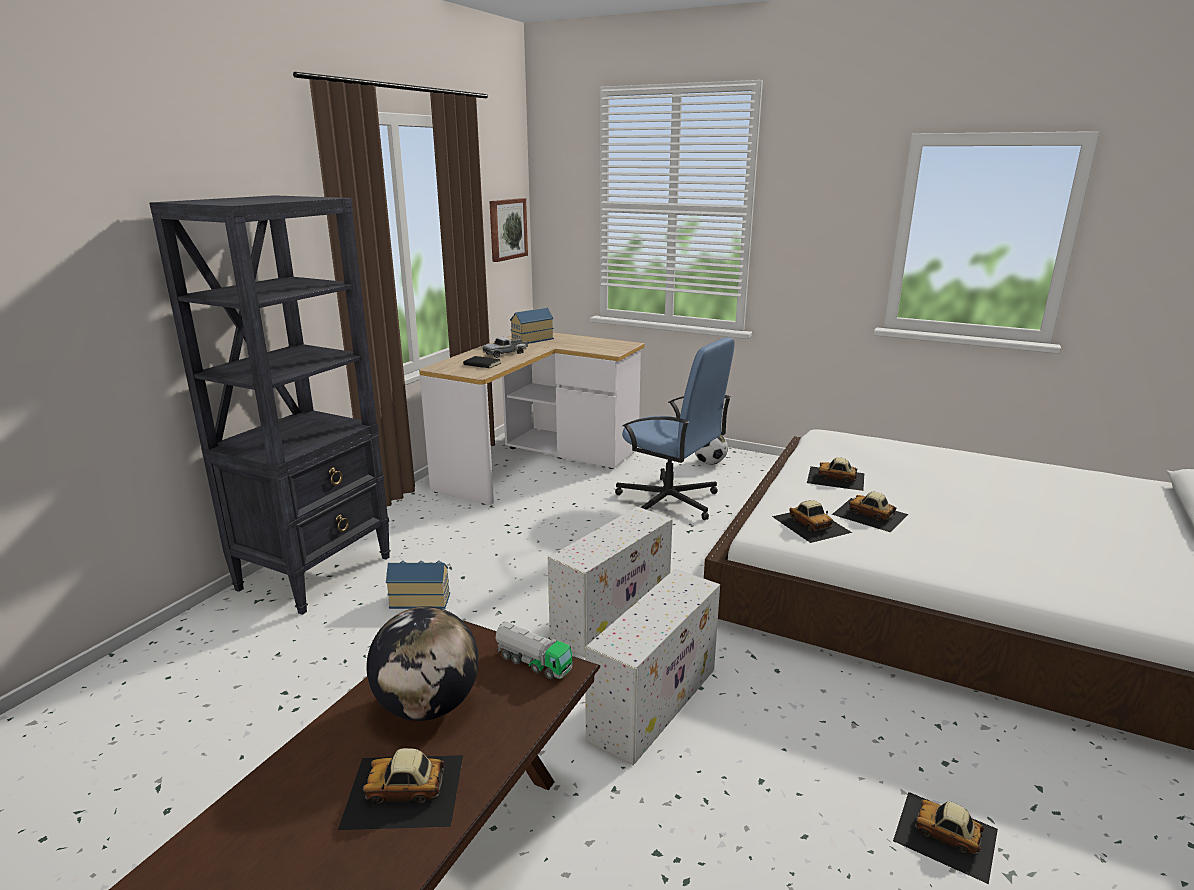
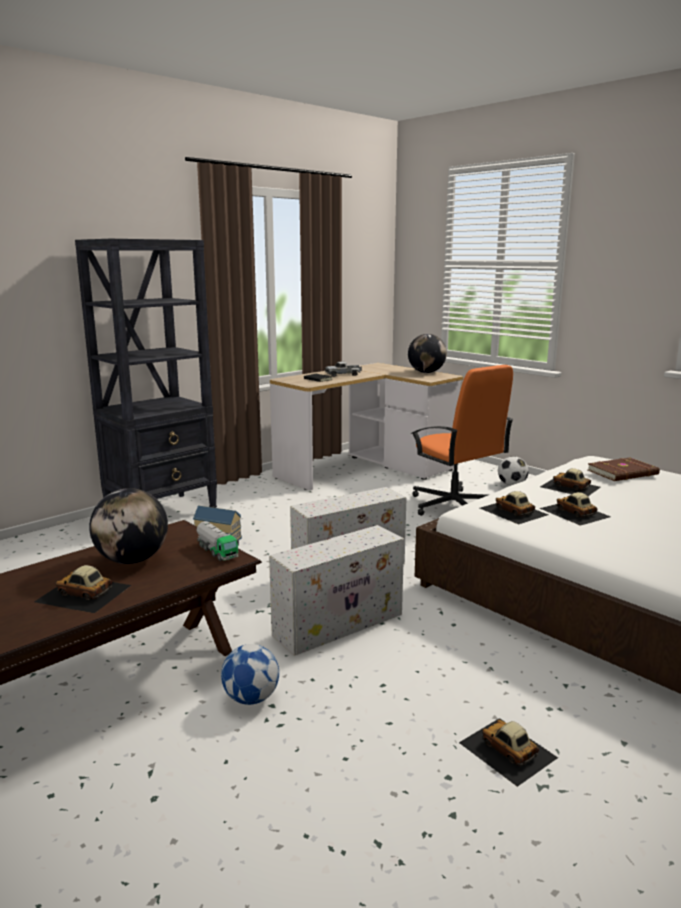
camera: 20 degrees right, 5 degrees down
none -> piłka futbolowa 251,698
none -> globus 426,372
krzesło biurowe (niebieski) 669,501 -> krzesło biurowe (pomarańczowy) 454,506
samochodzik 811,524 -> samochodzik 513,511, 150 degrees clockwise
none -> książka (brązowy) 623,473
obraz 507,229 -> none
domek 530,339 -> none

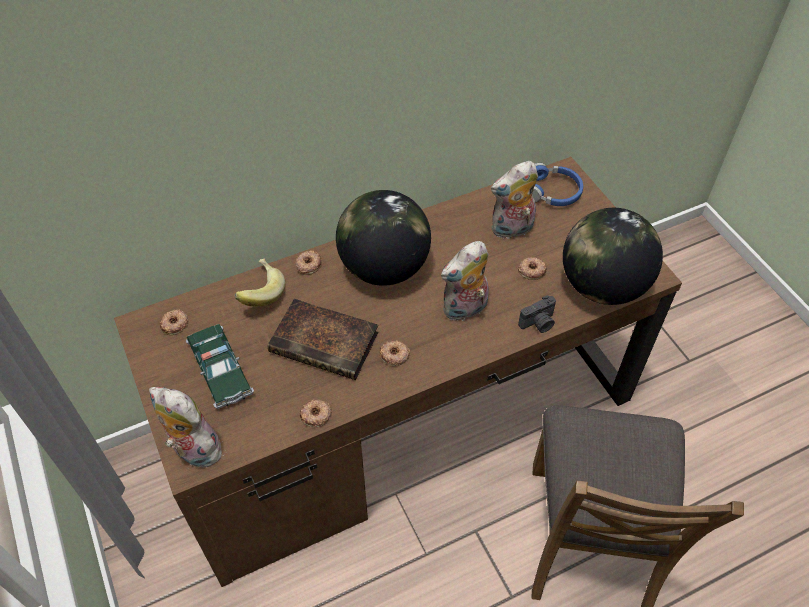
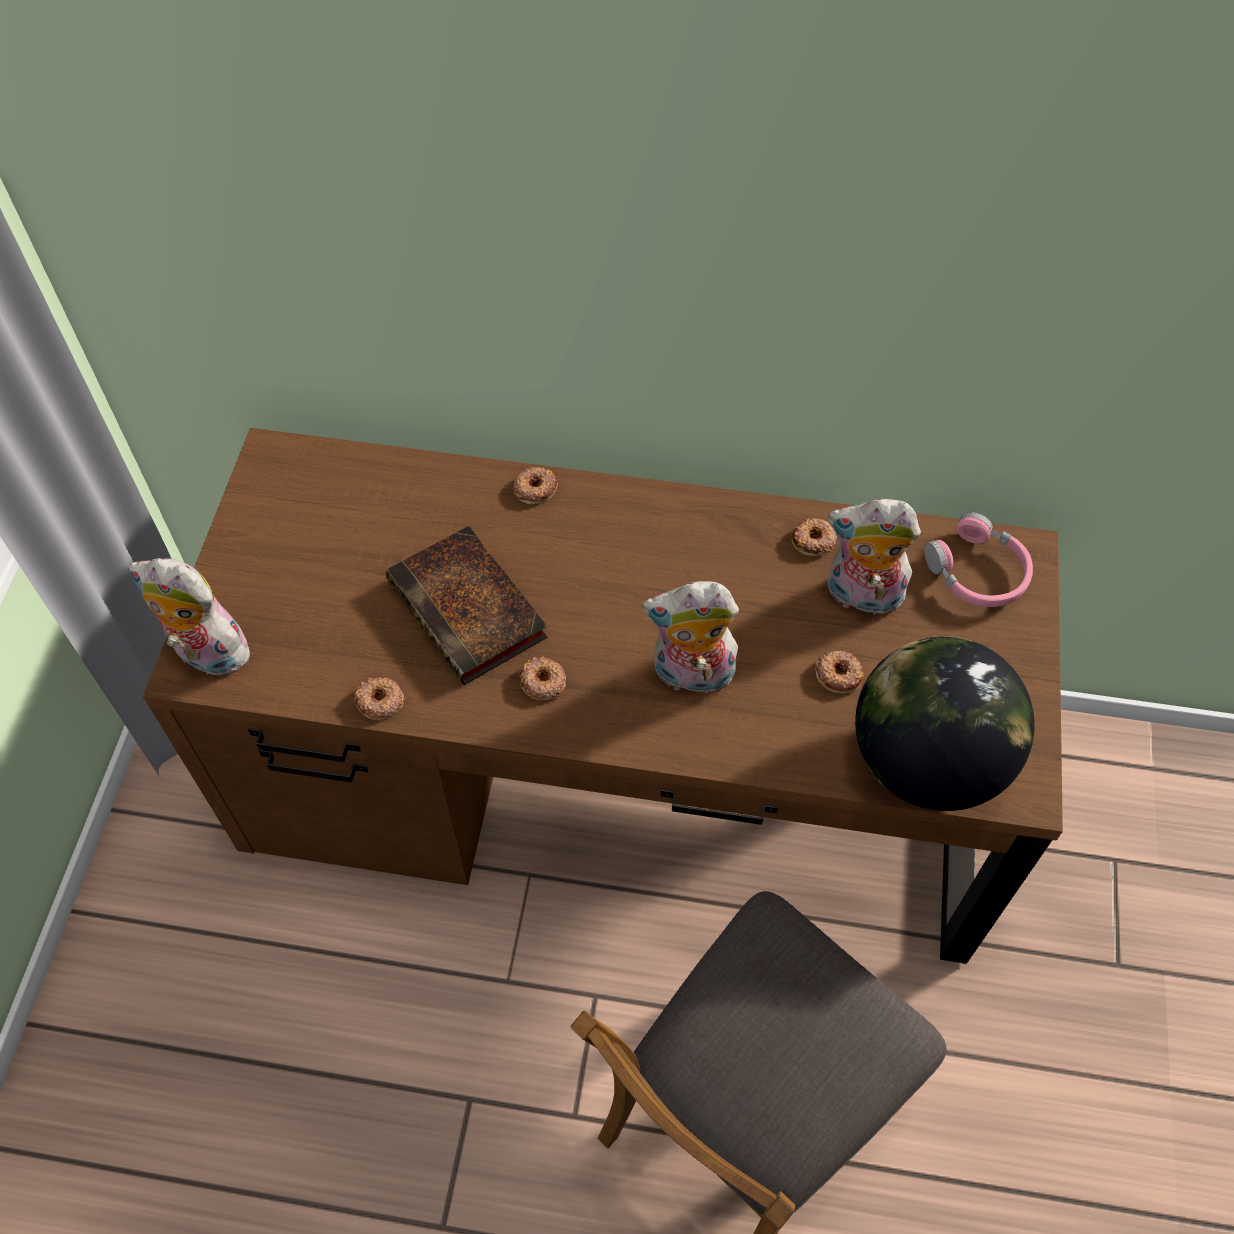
camera: 35 degrees right, 5 degrees up
pluszak 193,450 -> pluszak 206,654, 45 degrees counterclockwise
donut 175,324 -> donut 814,540, relocated
słuchawki (niebieski) 553,192 -> słuchawki (różowy) 977,572
samochodzik 220,371 -> none
banan 259,293 -> none
globus 384,268 -> none
aparat fotograficzny 538,323 -> none

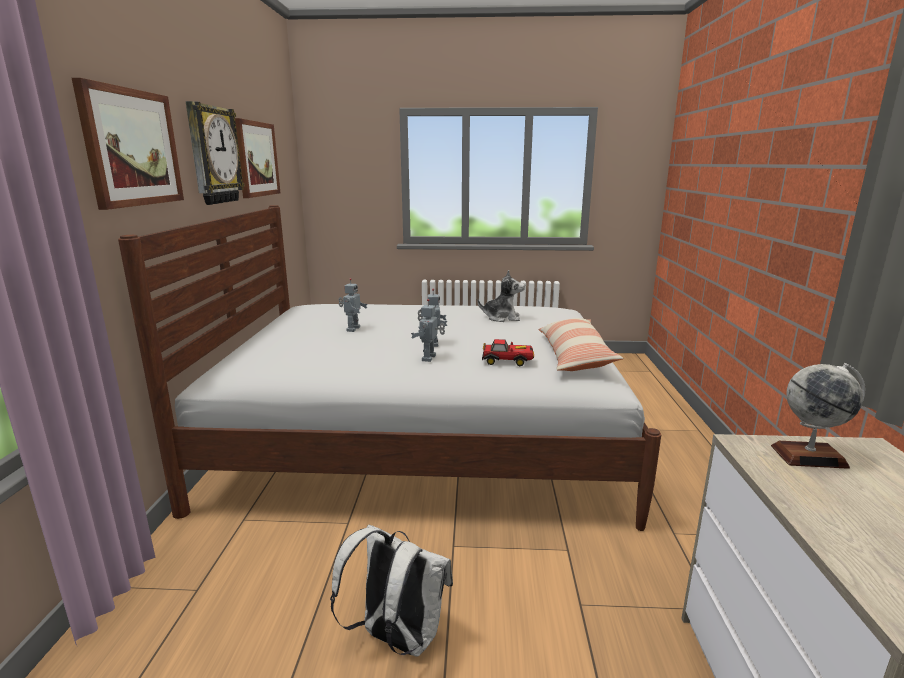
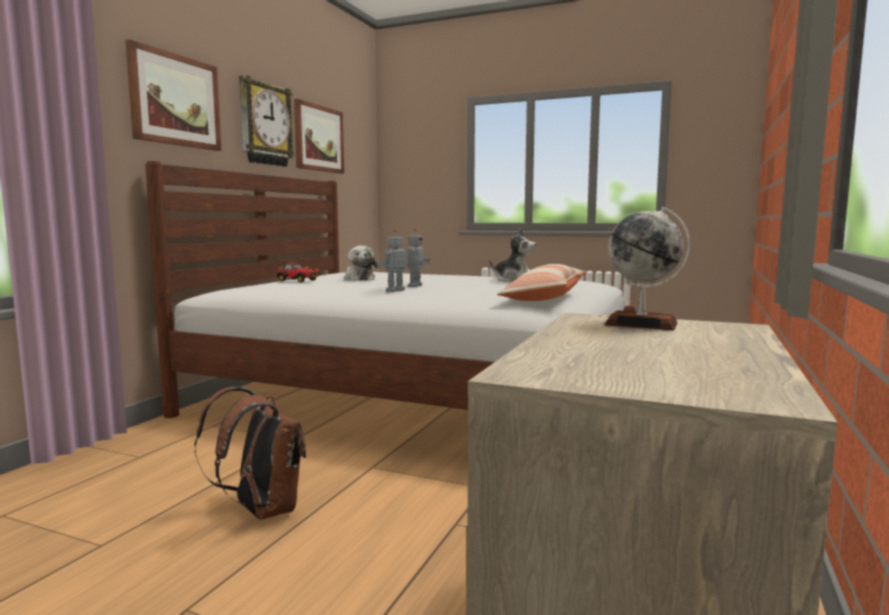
camera: 20 degrees right, 10 degrees down
plecak (biały) 396,638 -> plecak (brązowy) 261,510
samochodzik 507,361 -> samochodzik 299,281, relocated
robot zabawkowy 352,329 -> pluszak 358,278

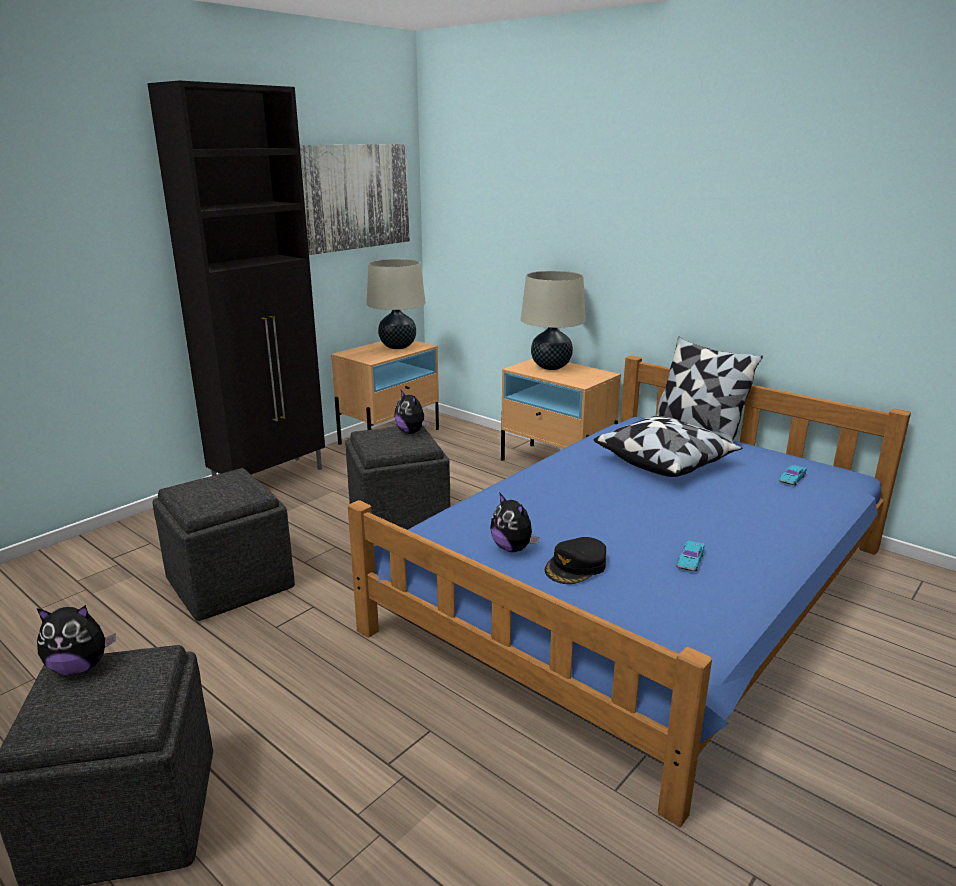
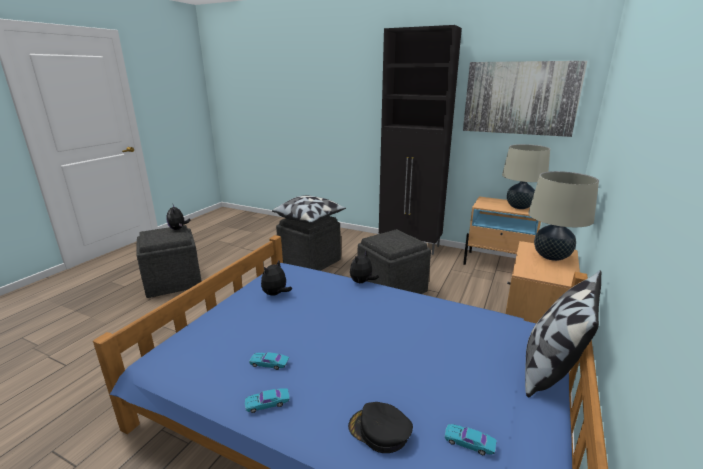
camera: 75 degrees right, 0 degrees up
none -> samochodzik (turkusowy) 267,403
poduszka 665,462 -> poduszka 310,219, relocated
czapka z daszkiem (czarny) 576,567 -> czapka z daszkiem (czarny) 379,431, relocated
pluszak 411,432 -> pluszak 362,282, relocated

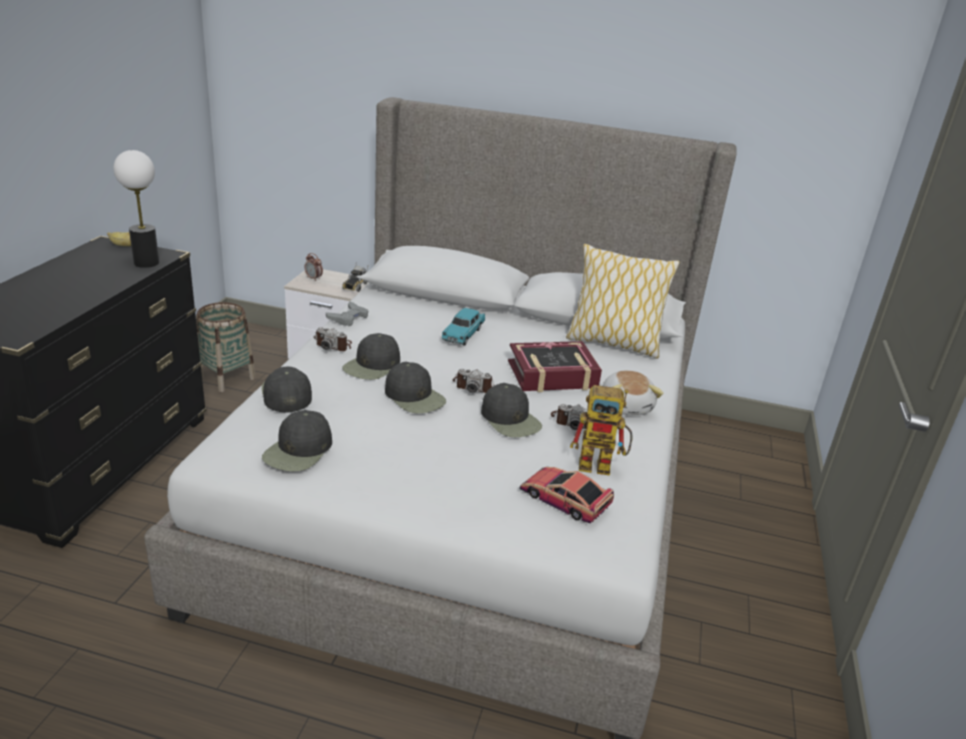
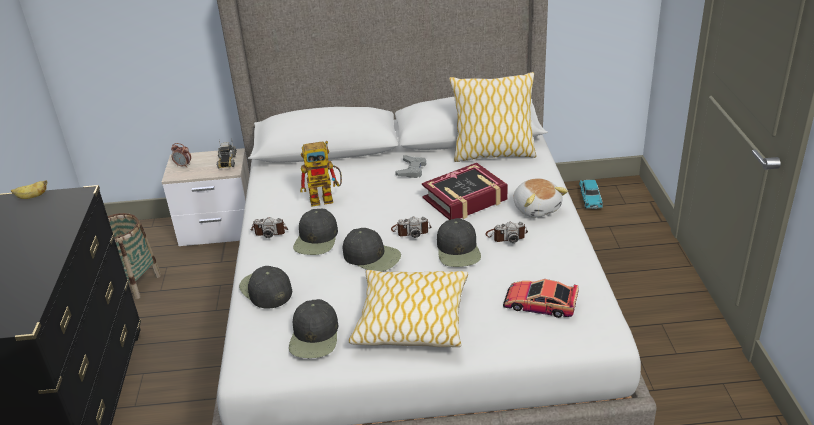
camera: 15 degrees left, 5 degrees up
robot zabawkowy 602,465 -> robot zabawkowy 326,198, relocated
none -> poduszka 411,320
pad do gier (szary) 348,318 -> pad do gier (szary) 411,170, relocated
czapka z daszkiem (czarny) 511,419 -> czapka z daszkiem (czarny) 458,250, 45 degrees clockwise
samochodzik (turkusowy) 463,334 -> samochodzik (turkusowy) 590,199, relocated
lampa stołowa 146,263 -> none

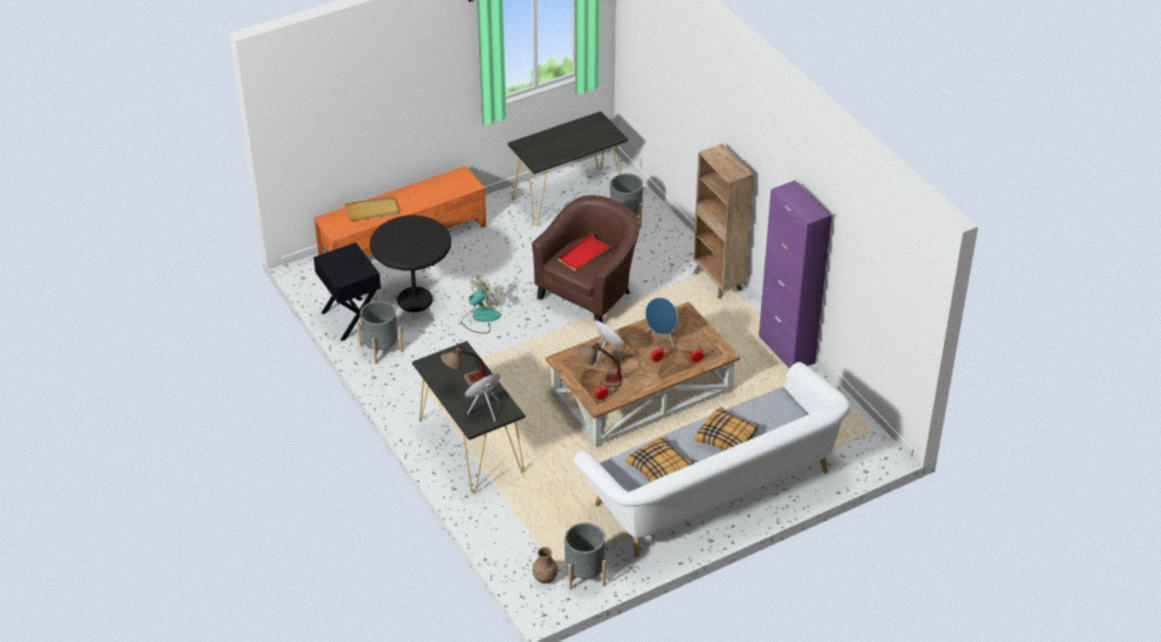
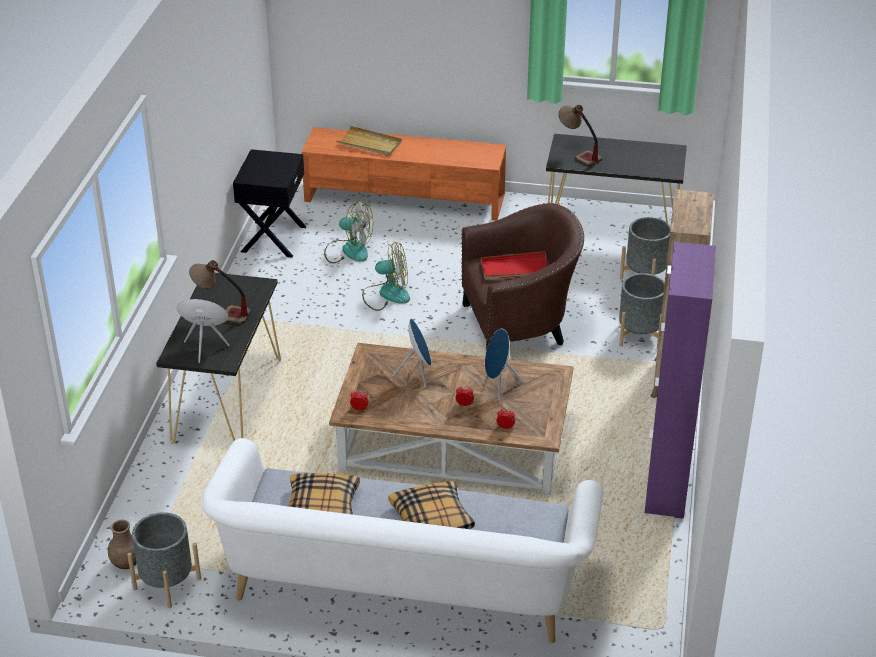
camera: 40 degrees right, 5 degrees down
stolik (czarny) 415,300 -> wentylator 348,250
lampa stołowa 599,380 -> lampa stołowa 578,154, relocated
donica (szary) 381,348 -> donica (szary) 639,335, relocated

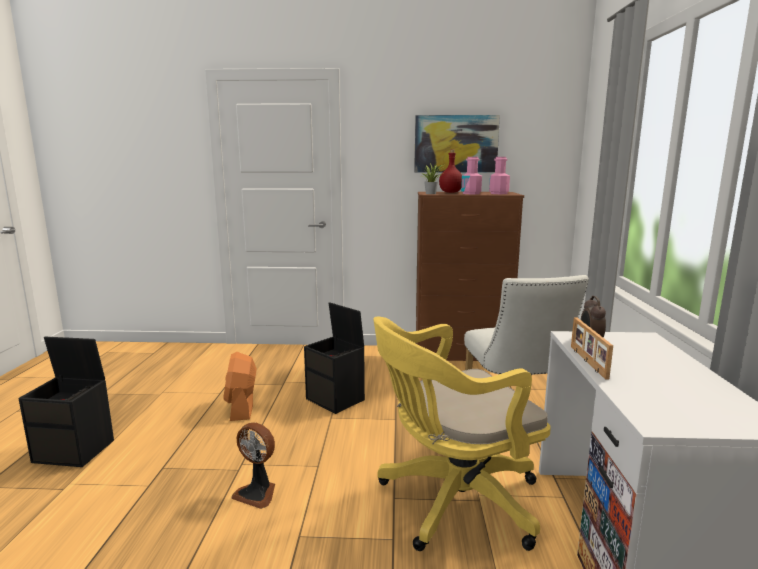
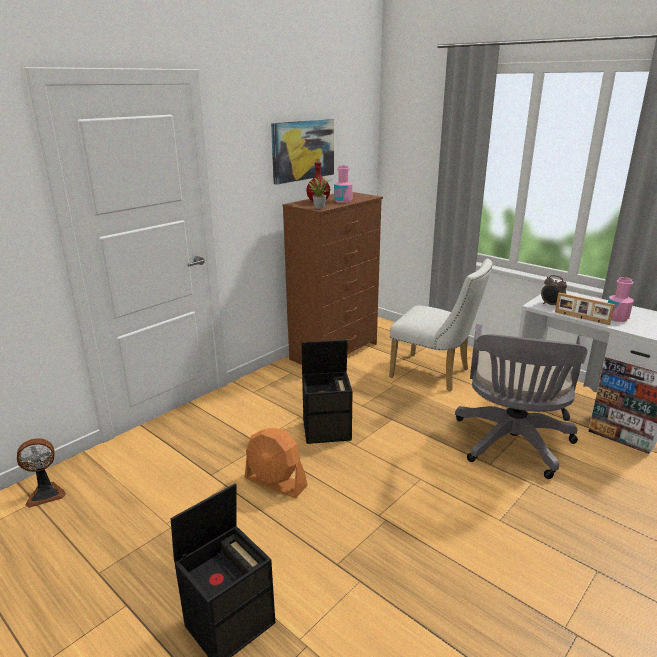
camera: 50 degrees left, 10 degrees up
wentylator 257,493 -> wentylator 46,493, relocated
krzesło biurowe (żółty) 452,502 -> krzesło biurowe (szary) 512,445
butelka (różowy) 498,193 -> butelka (różowy) 616,318, relocated

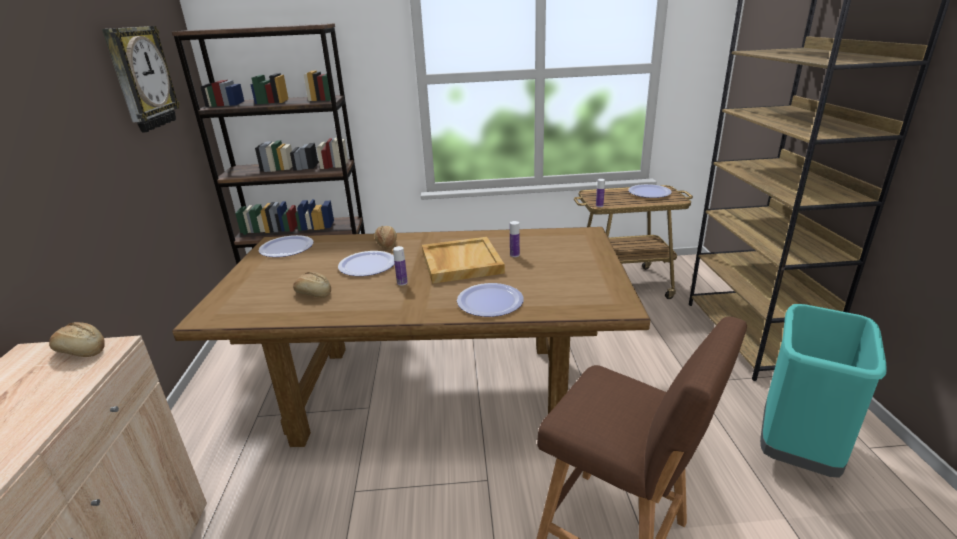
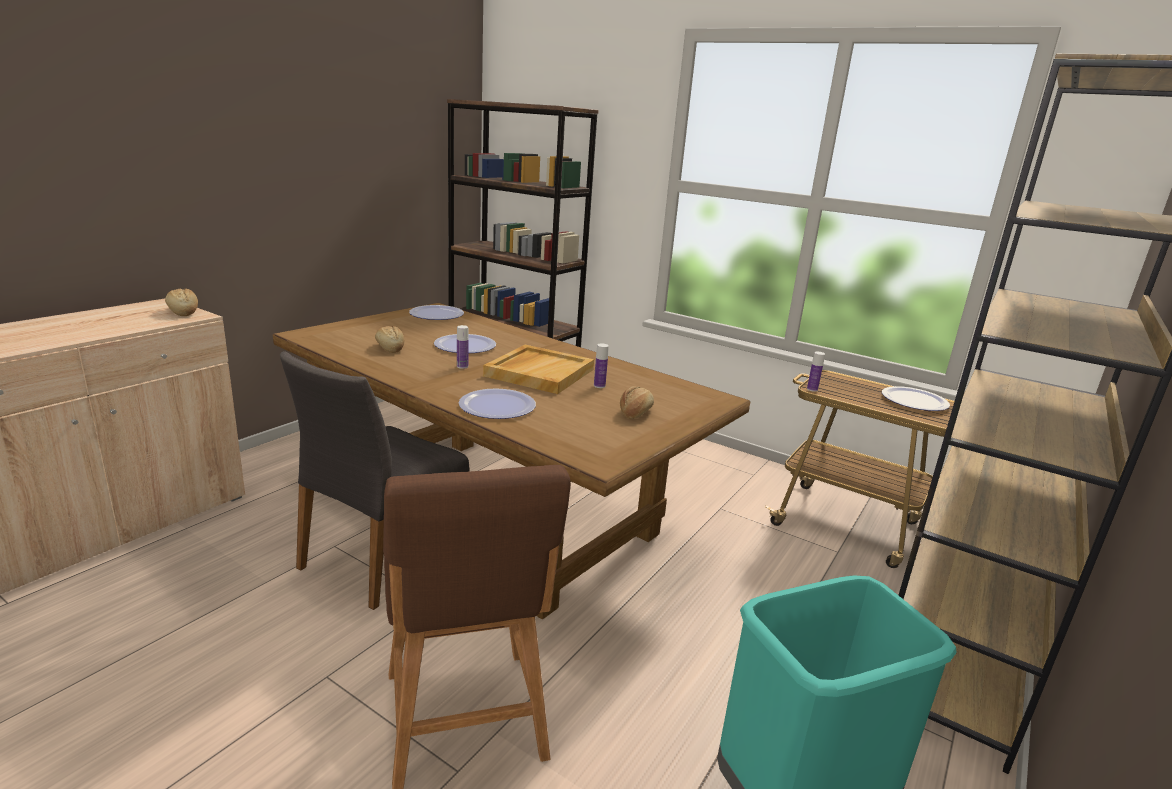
camera: 35 degrees right, 5 degrees down
none -> krzesło (szary) 383,556
chleb 386,244 -> chleb 635,413, relocated
zegar ścienny 141,78 -> none

